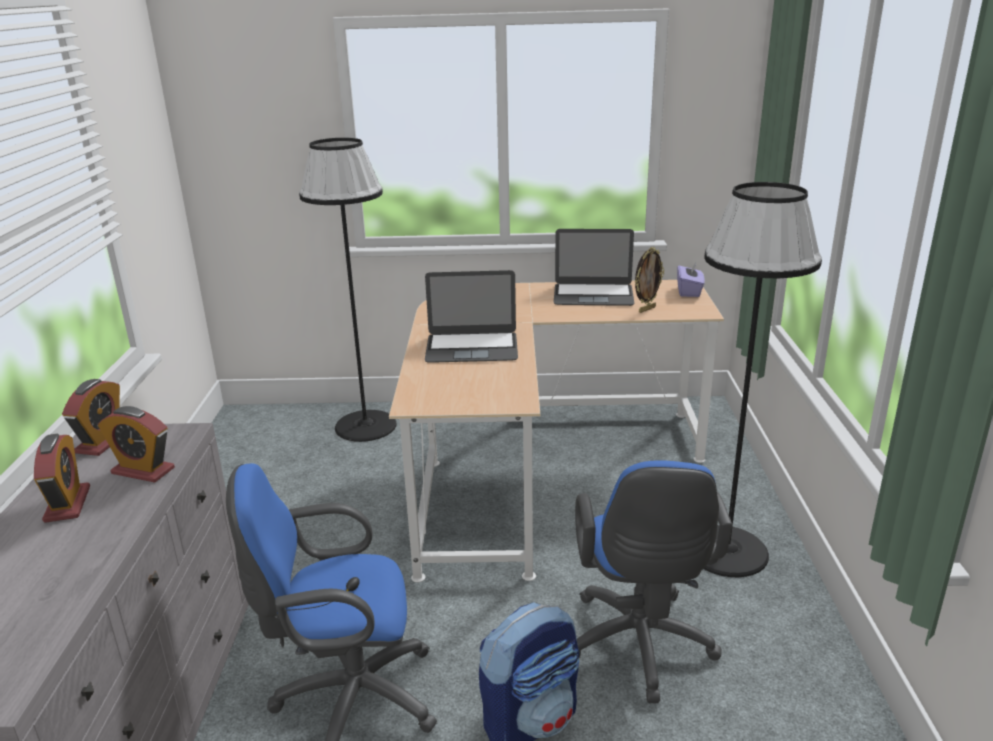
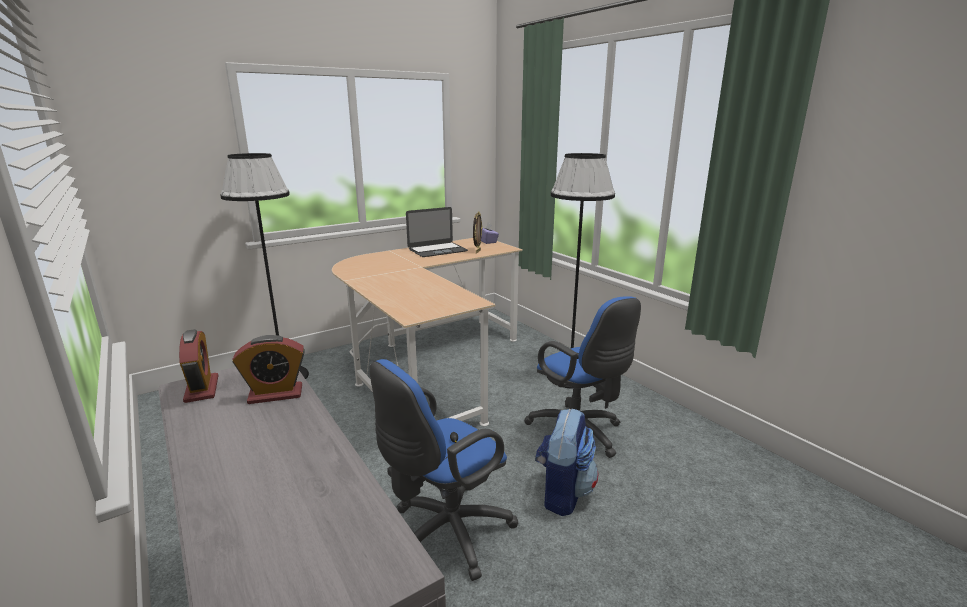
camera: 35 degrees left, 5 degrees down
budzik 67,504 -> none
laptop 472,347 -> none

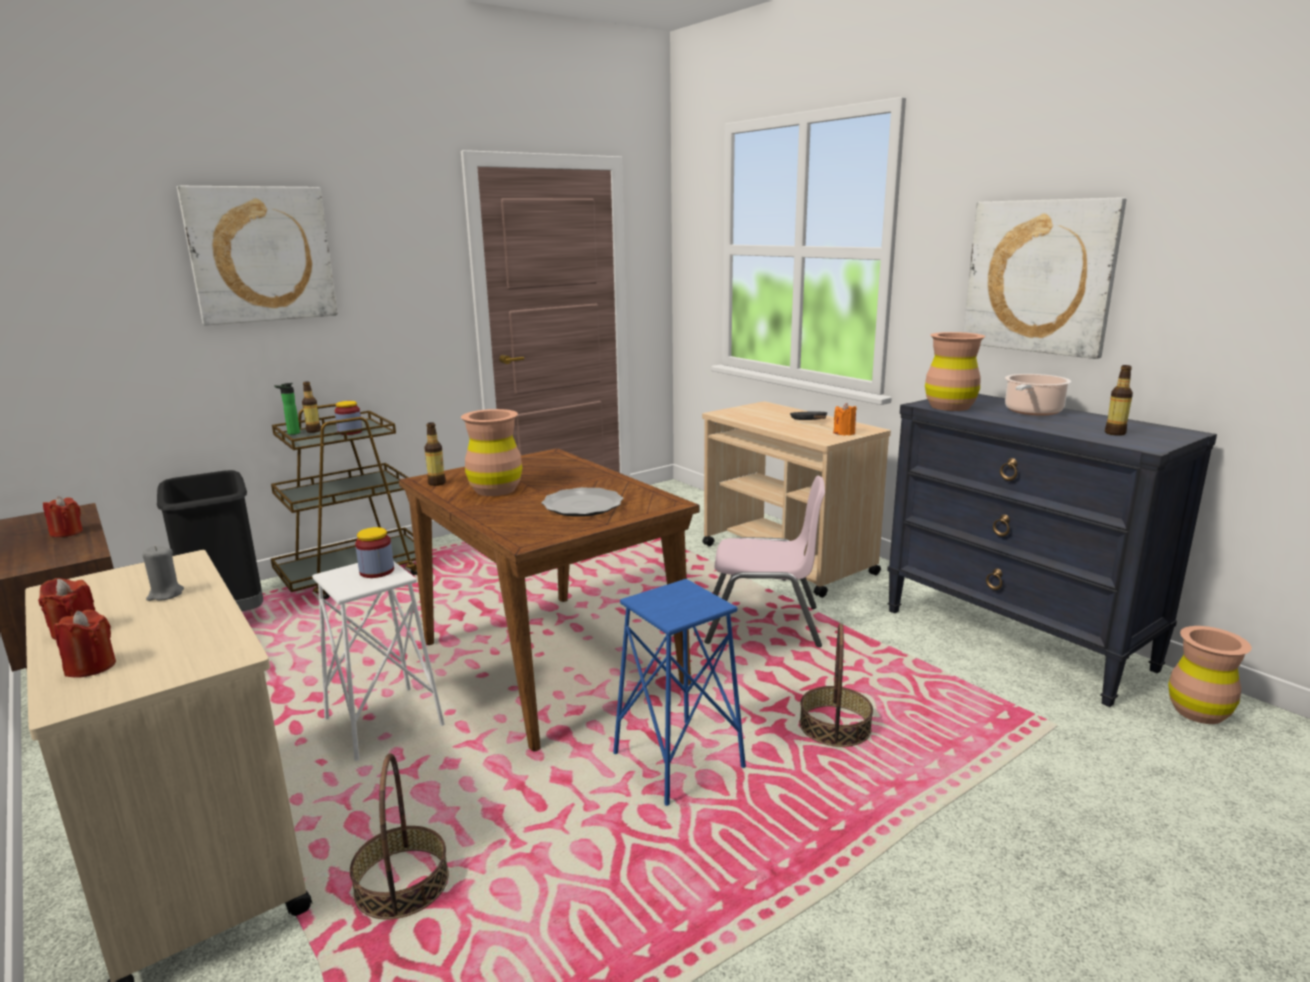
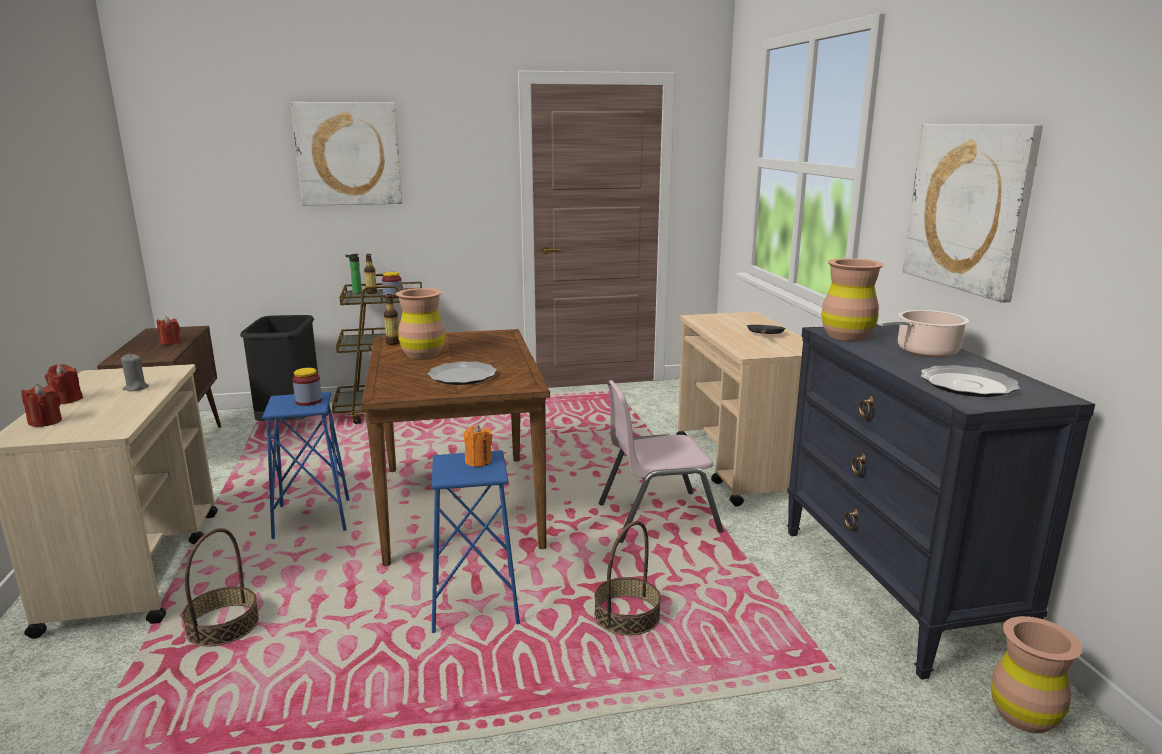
camera: 25 degrees right, 0 degrees up
stołek (biały) 384,722 -> stołek (niebieski) 312,518
świeca (pomarańczowy) 844,433 -> świeca (pomarańczowy) 478,461, relocated
krzesło (różowy) 763,624 -> krzesło (różowy) 657,517, 135 degrees clockwise
butelka 1115,433 -> talerz 967,385

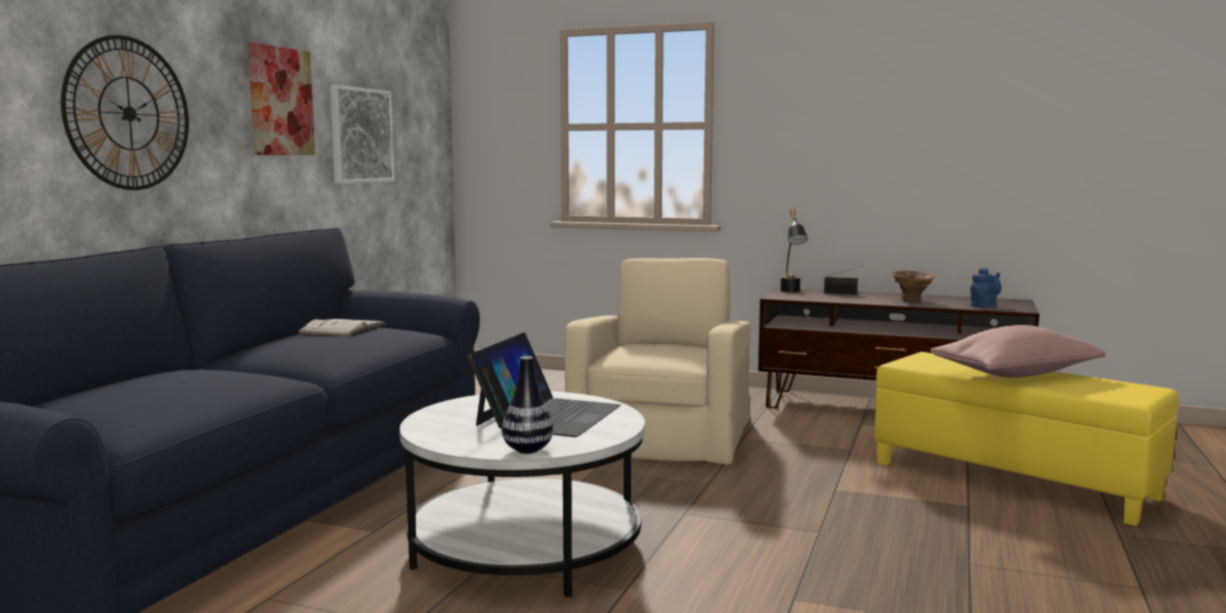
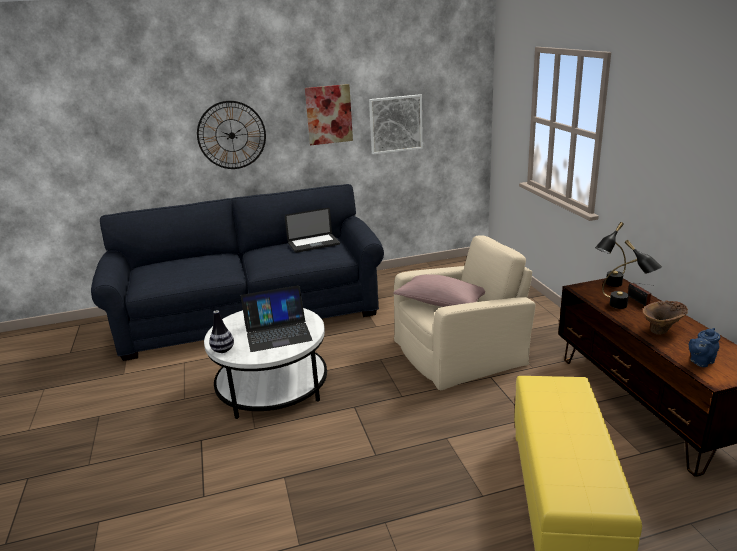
camera: 55 degrees right, 15 degrees up
książka (biały) 342,328 -> laptop 314,244
poduszka (różowy) 1015,374 -> poduszka (różowy) 441,302, relocated
none -> lampa stołowa (czarny) 626,307
imbryk (niebieski) 984,306 -> imbryk (niebieski) 700,362, 135 degrees clockwise

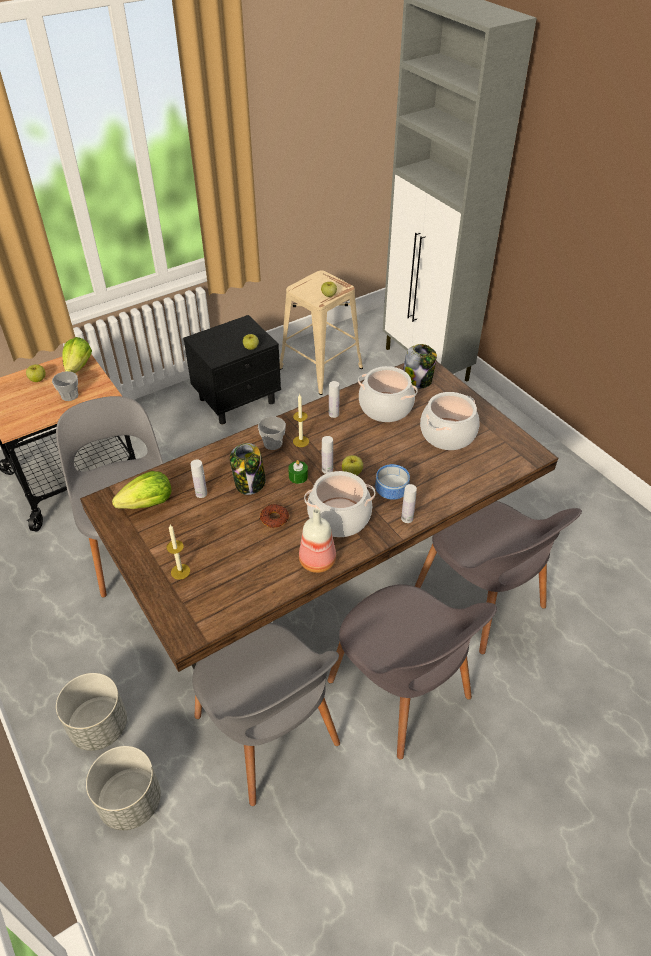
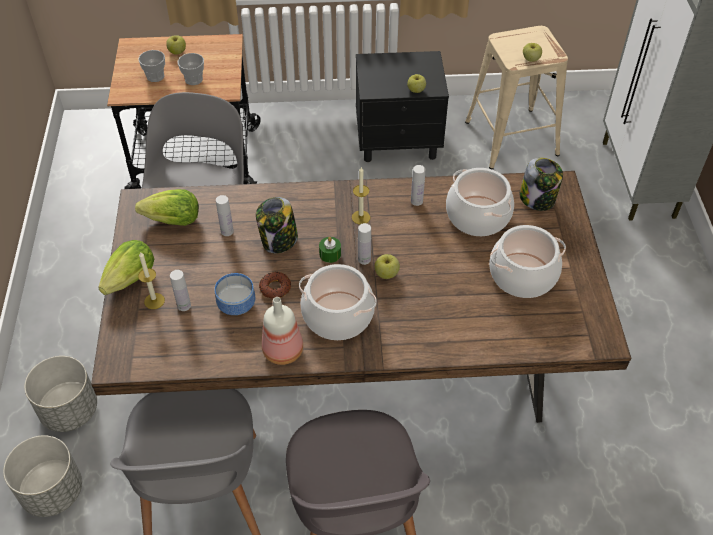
camera: 30 degrees right, 5 degrees up
sałata 79,367 -> sałata 131,279, relocated
filiżanka 273,443 -> filiżanka 155,76, relocated
butelka (biały) 407,518 -> butelka (biały) 184,305, relocated
miska 392,491 -> miska 238,304, relocated
krzesło (szary) 481,600 -> none

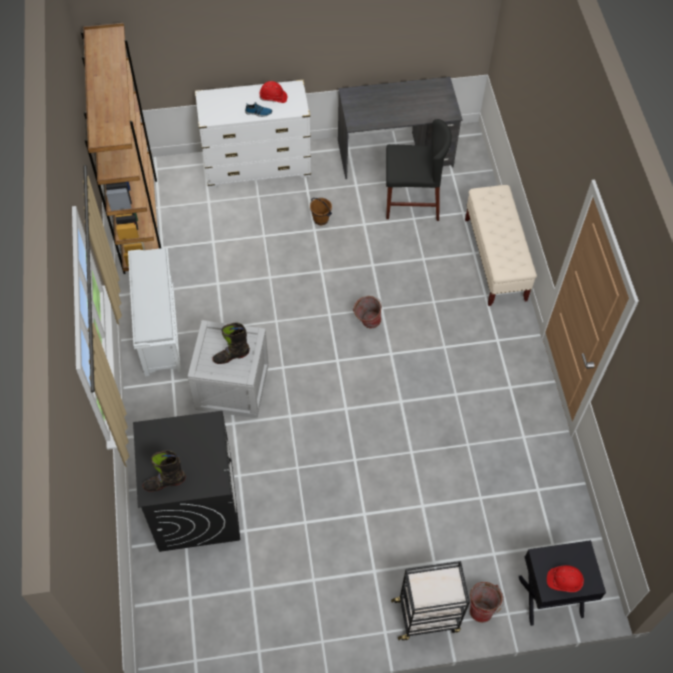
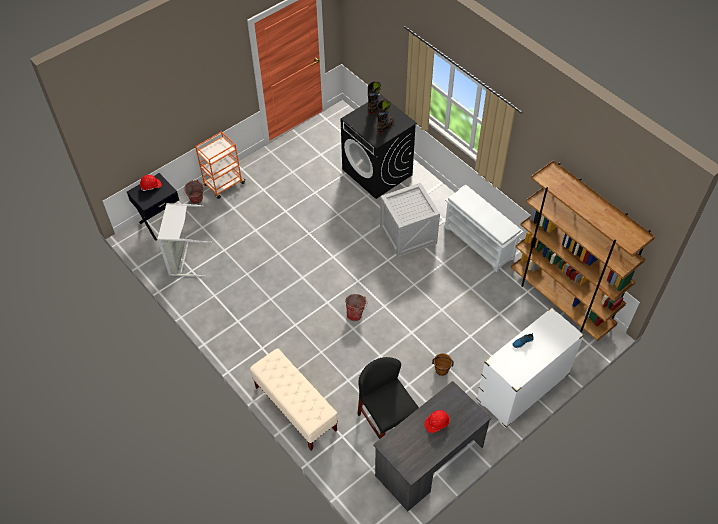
camera: 150 degrees right, 5 degrees down
none -> kosz na pranie (szary) 185,258
wózek (czarny) 427,615 -> wózek (pomarańczowy) 223,185
krzesło (czarny) 412,202 -> krzesło (czarny) 386,423, 90 degrees clockwise
but z cholewką (czarny) 231,356 -> but z cholewką (czarny) 385,126, relocated
kask (czerwony) 273,97 -> kask (czerwony) 437,423, relocated

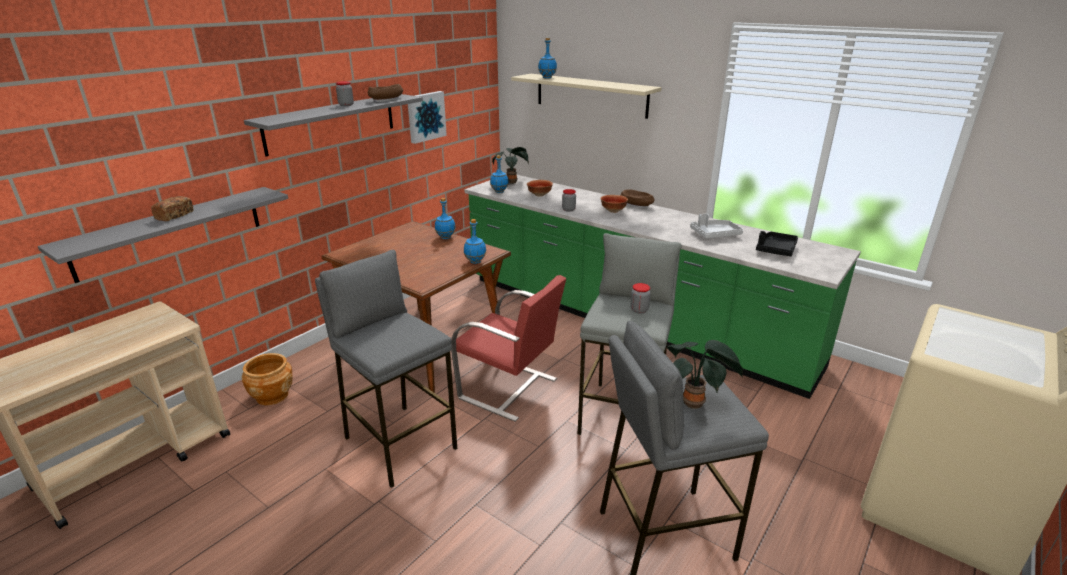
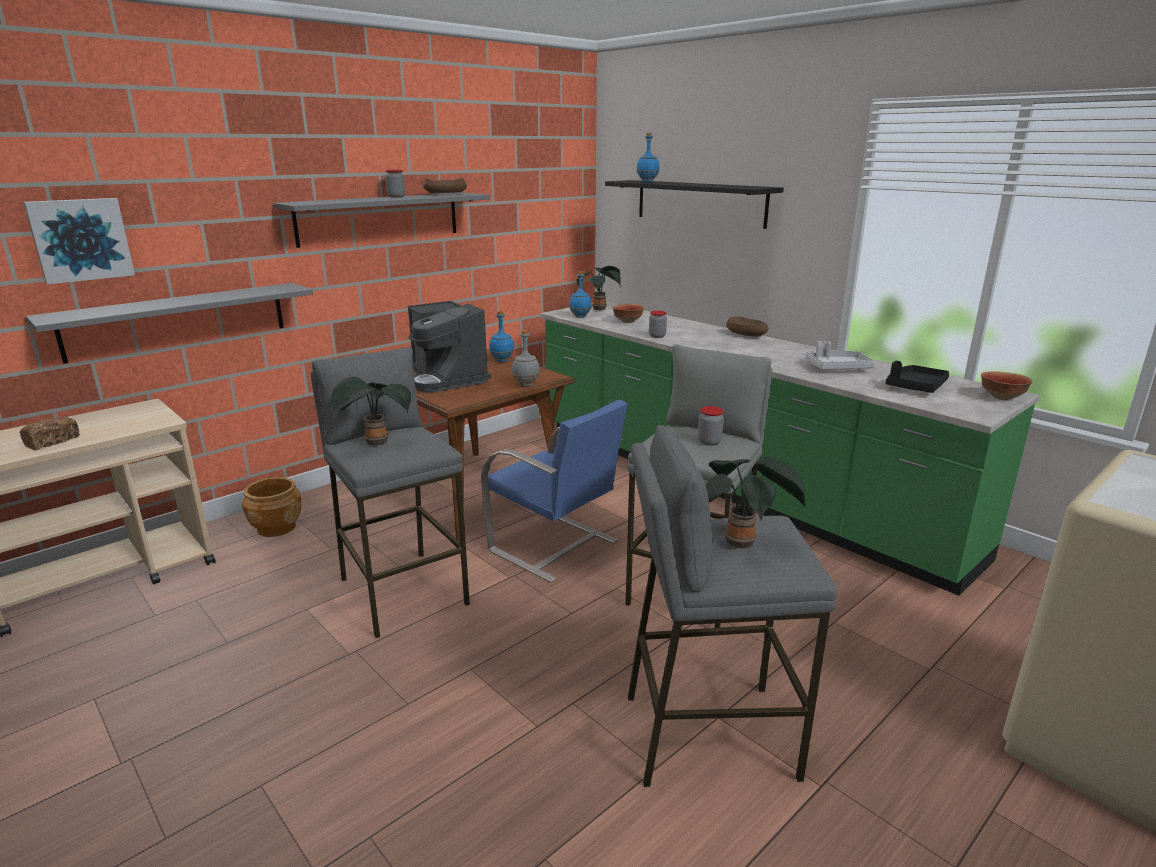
camera: 10 degrees right, 5 degrees down
chleb 174,215 -> chleb 53,441, relocated
obraz 425,116 -> obraz 80,239, relocated
none -> roślina doniczkowa 374,443
none -> ekspres do kawy 447,379
krzesło (czerwony) 509,389 -> krzesło (niebieski) 555,547
butelka (niebieski) 475,262 -> butelka (szary) 525,384
półka (beżowy) 591,95 -> półka (czarny) 699,203
miska 613,211 -> miska 1000,397, relocated

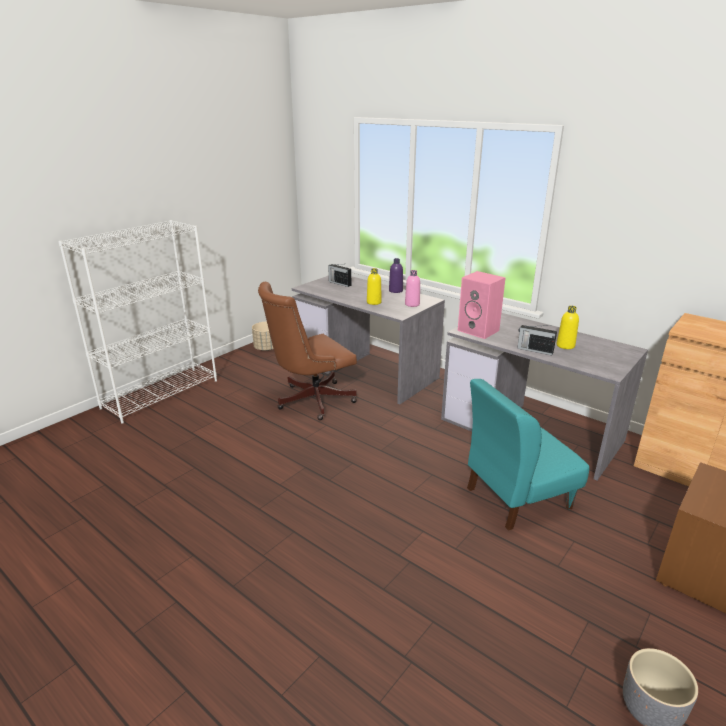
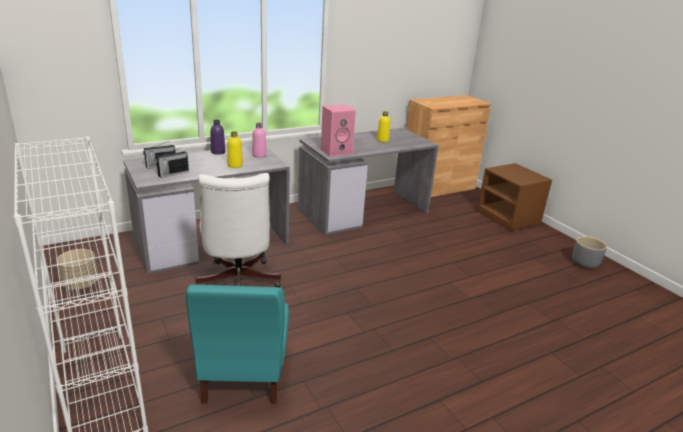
camera: 70 degrees left, 0 degrees up
radio 534,350 -> radio 173,173, relocated
krzesło (turkusowy) 517,497 -> krzesło (turkusowy) 243,374, relocated
krzesło biurowe (brązowy) 310,401 -> krzesło biurowe (biały) 237,284

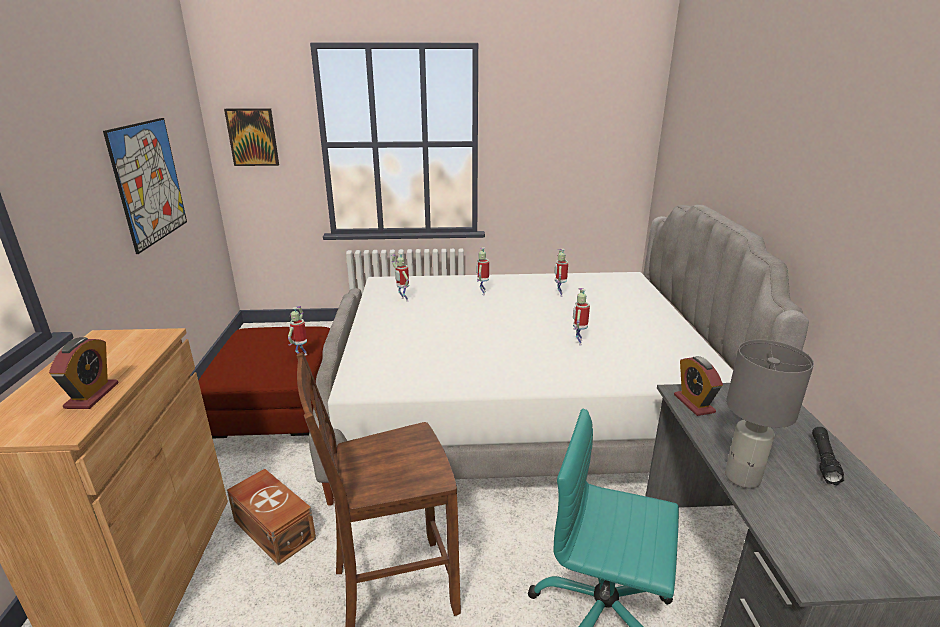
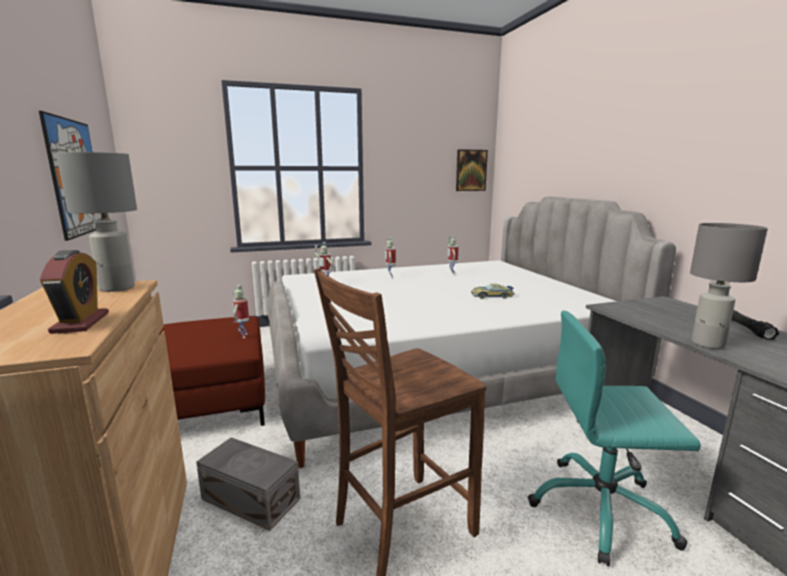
camera: 15 degrees left, 10 degrees down
none -> lampa stołowa (szary) 117,288
pojemnik do przechowywania (brązowy) 274,528 -> pojemnik do przechowywania (szary) 250,497
obraz 252,137 -> obraz 471,170, relocated
robot zabawkowy 578,342 -> samochodzik 492,296
budzik 694,403 -> none

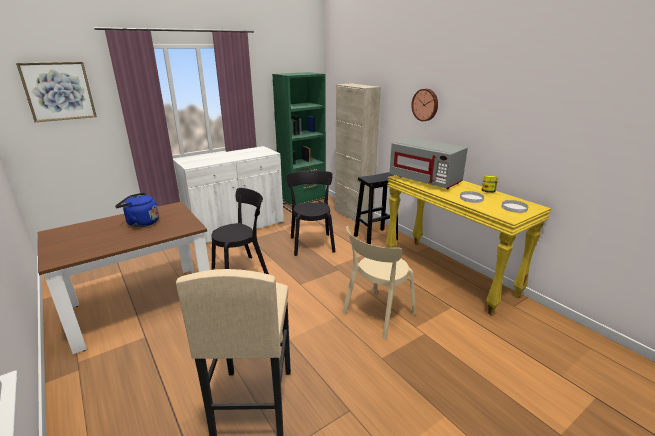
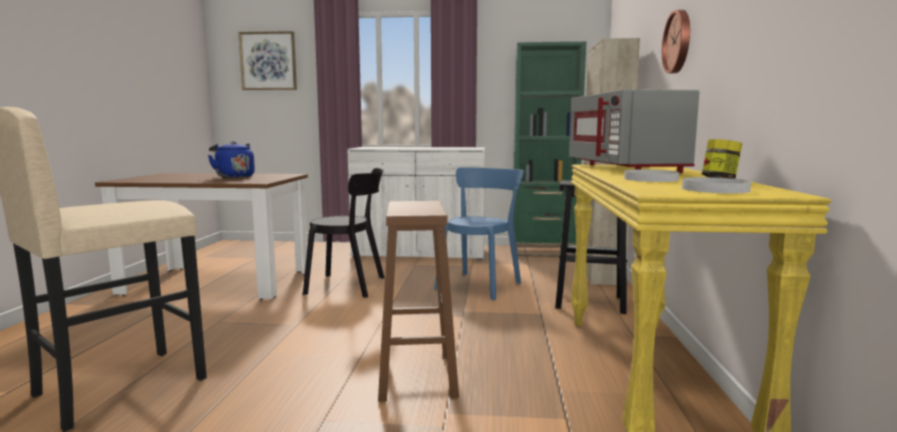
camera: 40 degrees right, 15 degrees down
krzesło (beżowy) 376,315 -> stołek (brązowy) 416,375
krzesło (czarny) 312,243 -> krzesło (niebieski) 480,285

